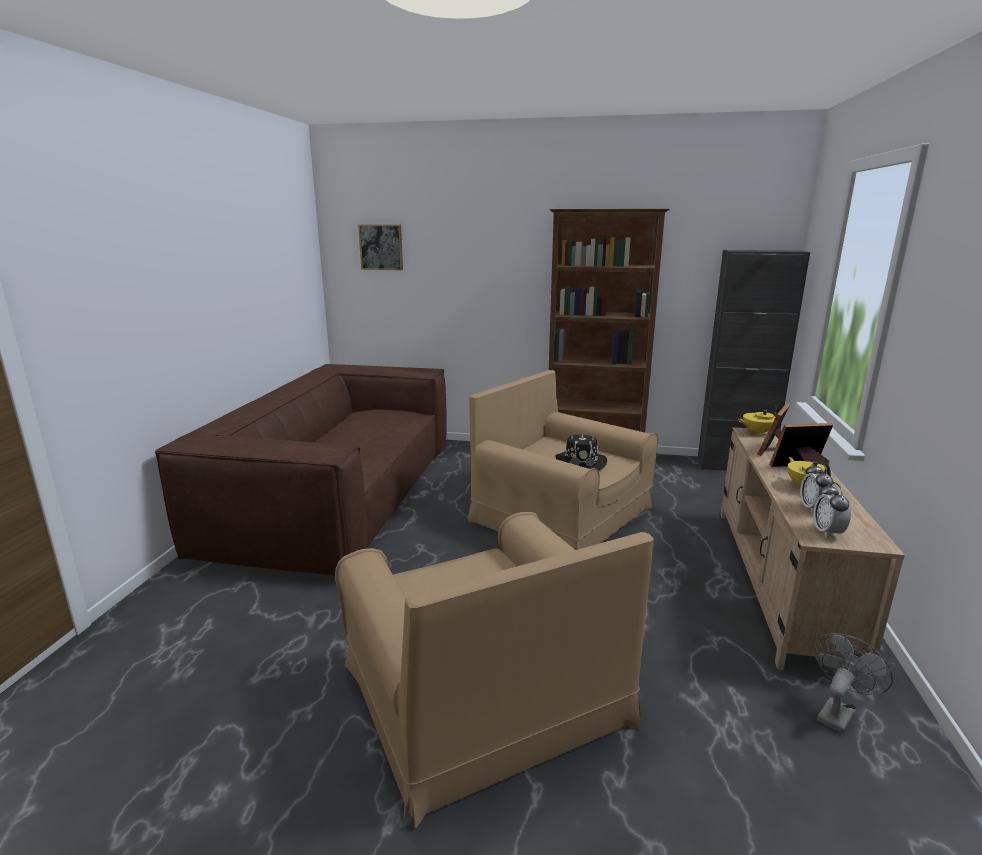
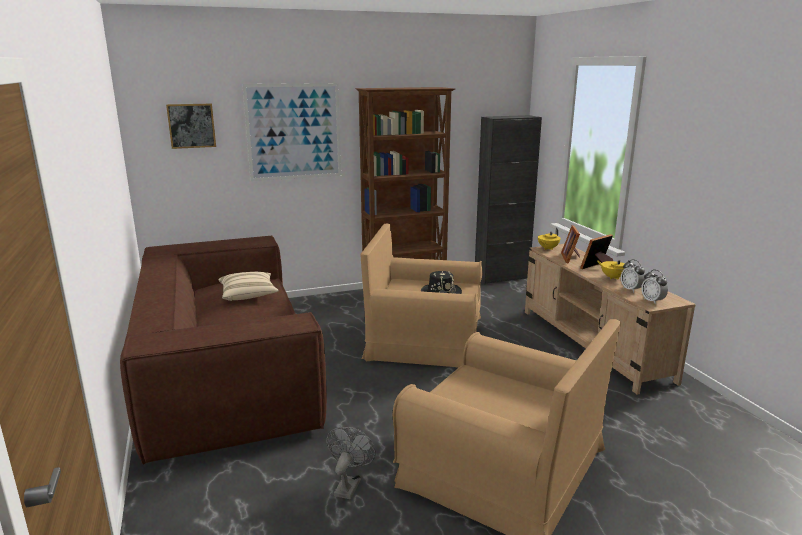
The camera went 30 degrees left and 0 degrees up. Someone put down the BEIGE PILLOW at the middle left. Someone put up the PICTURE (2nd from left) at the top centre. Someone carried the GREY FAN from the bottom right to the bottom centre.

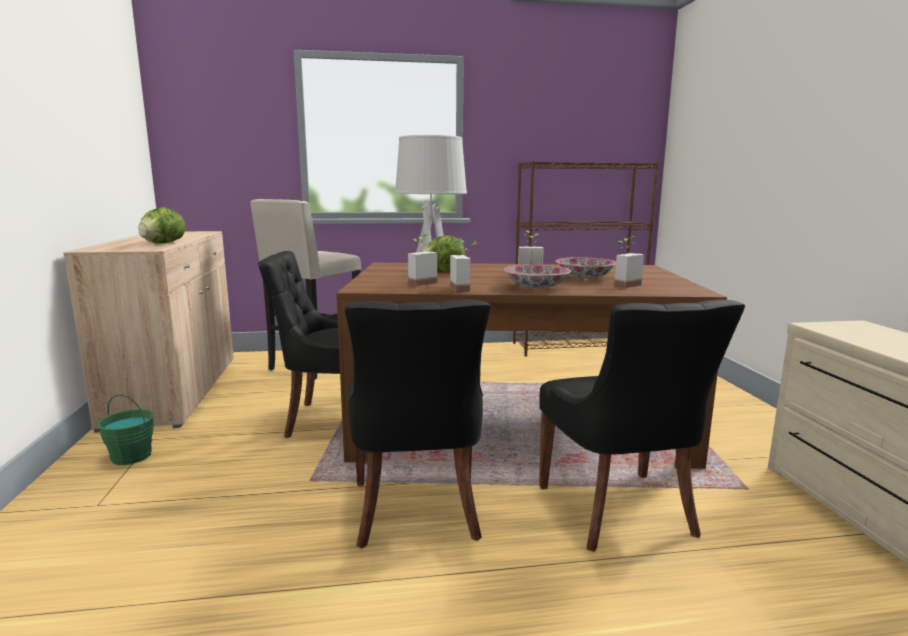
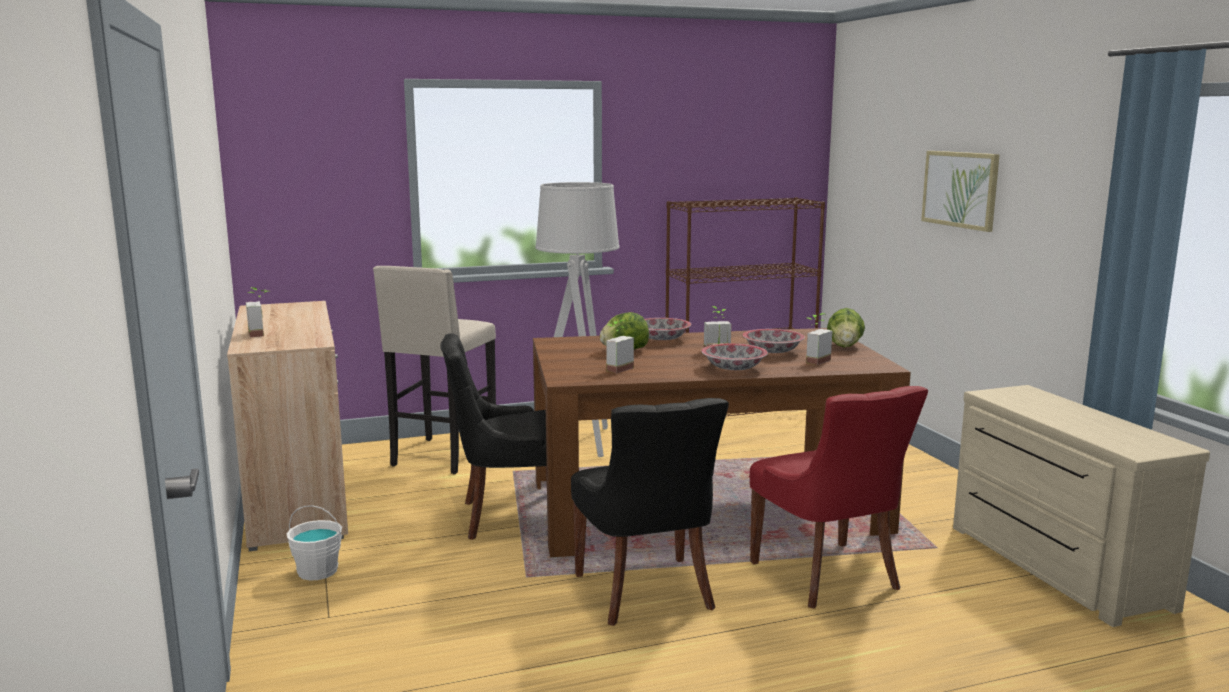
The camera went 10 degrees left and 0 degrees up. Someone carried the POTTED PLANT (2nd from left in the first image) from the centre to the middle left. Someone repainted the GREEN BUCKET at the bottom left, which became the WHITE BUCKET at the bottom left. Someone put down the BOWL (1st from left) at the centre. Someone repainted the BLACK CHAIR (3rd from left) at the bottom right, which became the RED CHAIR at the bottom right. Someone carried the LETTUCE (1st from left in the first image) from the middle left to the middle right. Someone put up the PICTURE at the top right.

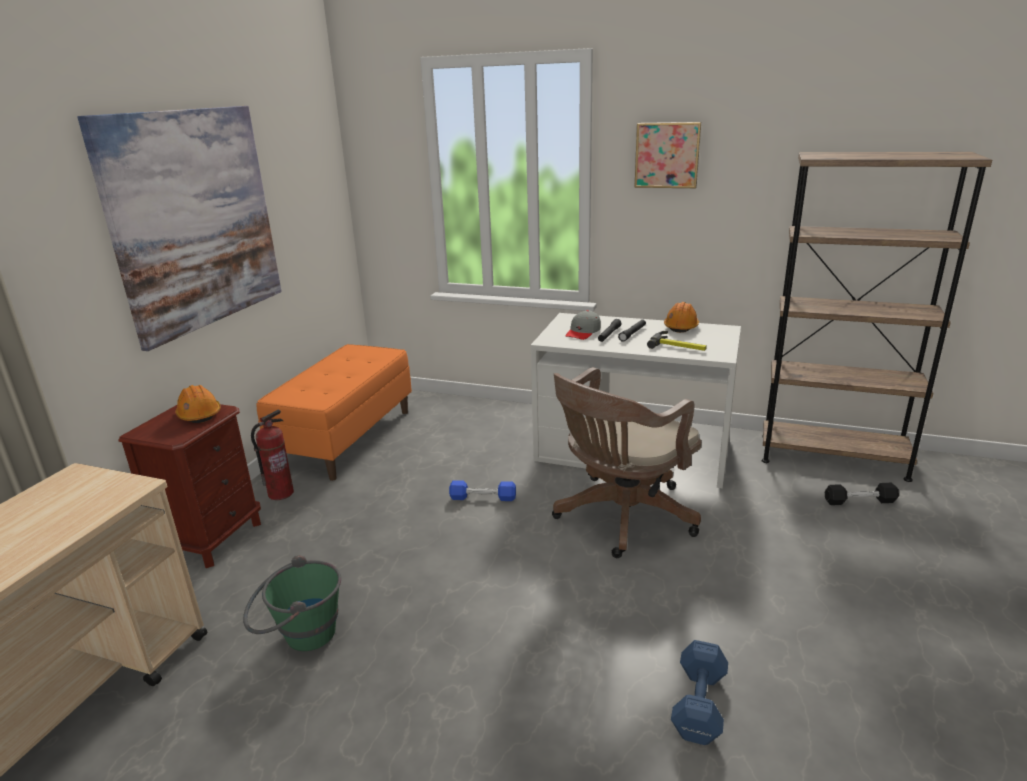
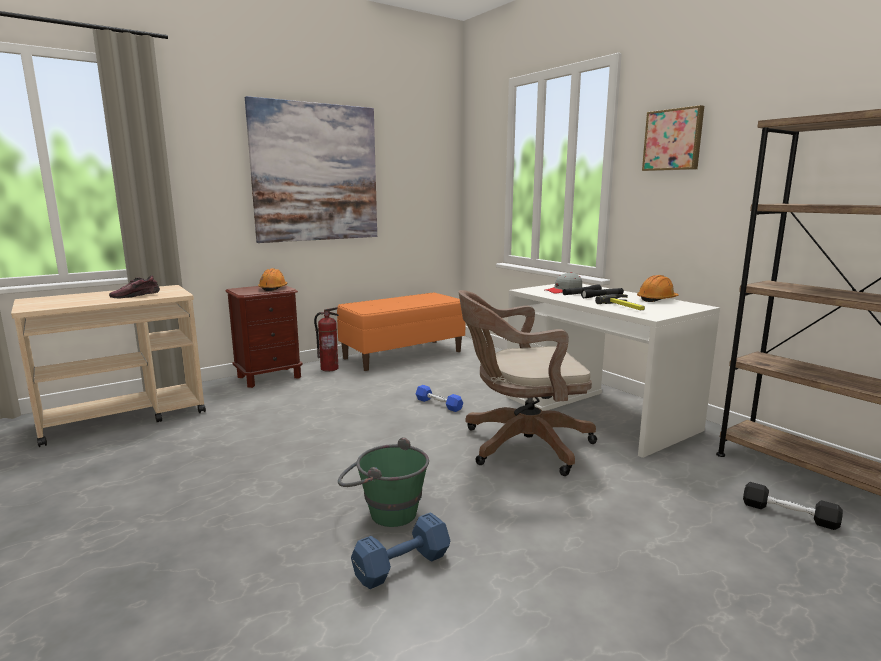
The camera went 35 degrees right and 10 degrees down. Someone put down the SHOE at the middle left. Someone carried the GREEN BUCKET from the bottom left to the bottom centre.

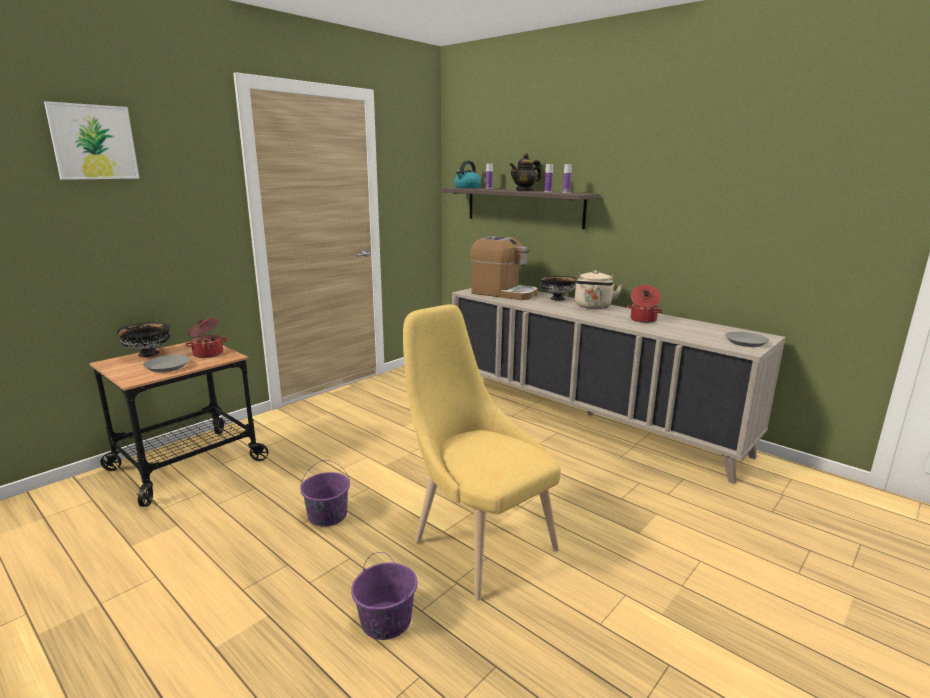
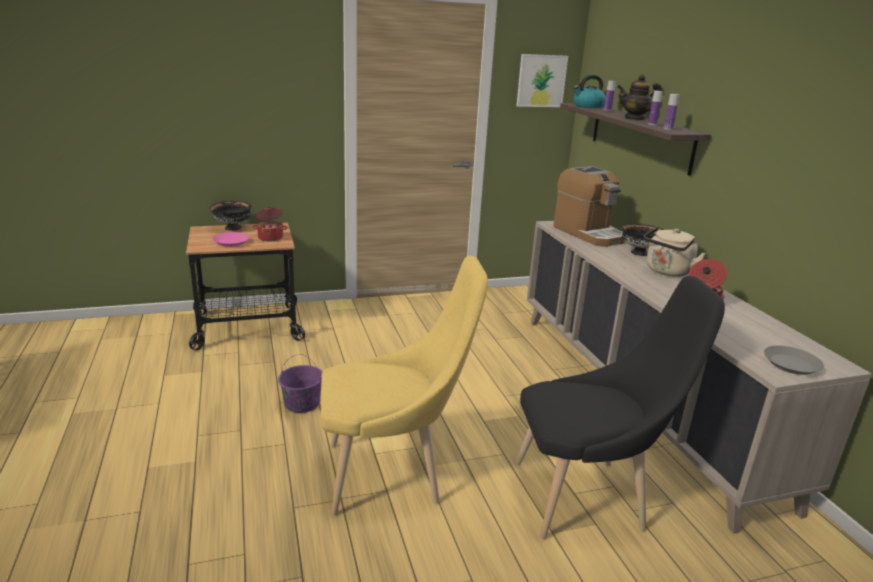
The camera went 30 degrees right and 5 degrees up. Someone repainted the GREY PLATE (1st from left) at the middle left, which became the PINK PLATE at the middle left. Someone rotated the YELLOW CHAIR at the centre by 90 degrees clockwise. Someone put down the BLACK CHAIR at the bottom right. Someone carried the PICTURE from the top left to the top centre. Someone took away the PURPLE BUCKET (2nd from left) at the bottom centre.

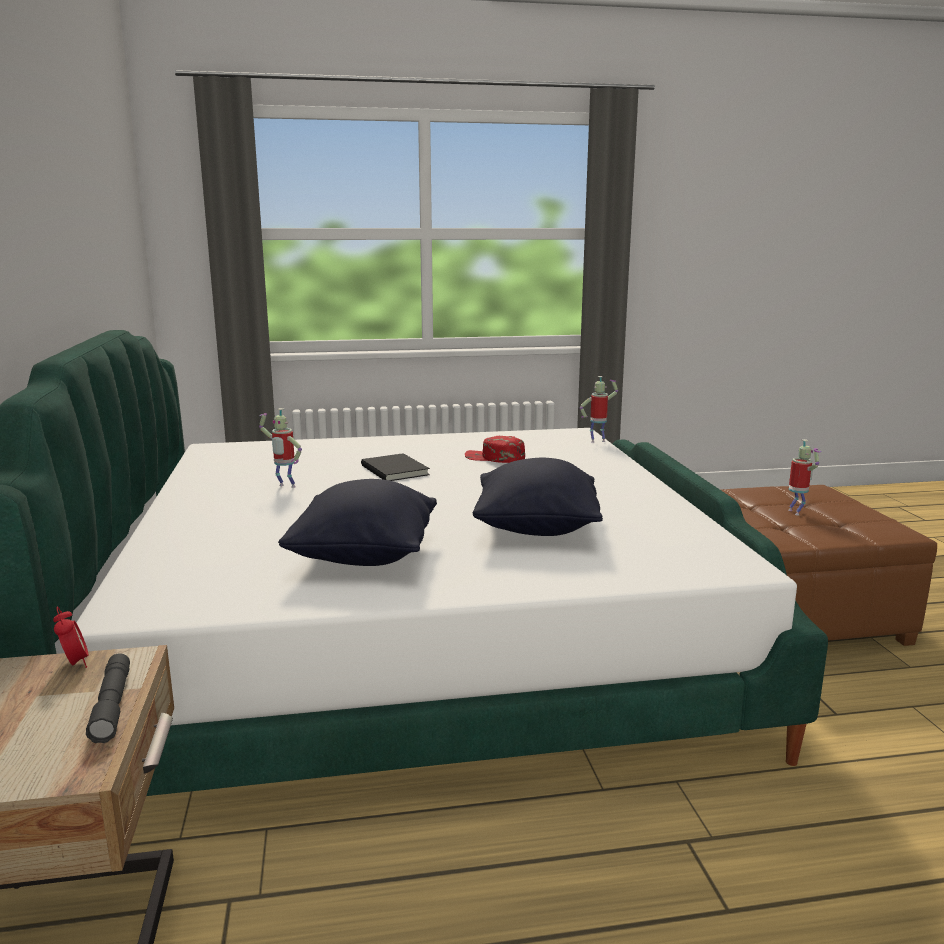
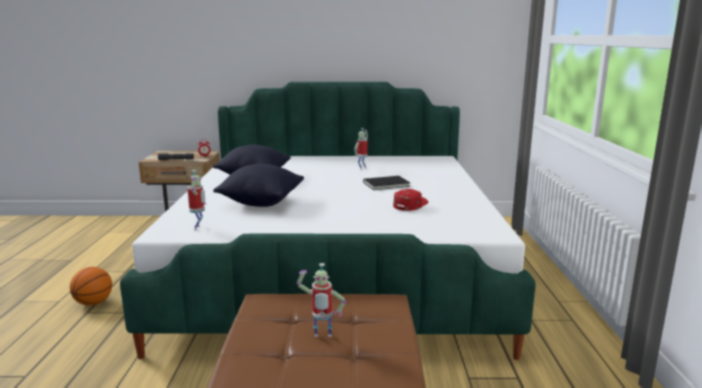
The camera went 100 degrees right and 0 degrees up. Someone put down the BASKETBALL at the bottom left. Someone carried the TOY ROBOT (2nd from left in the first image) from the centre to the middle left.

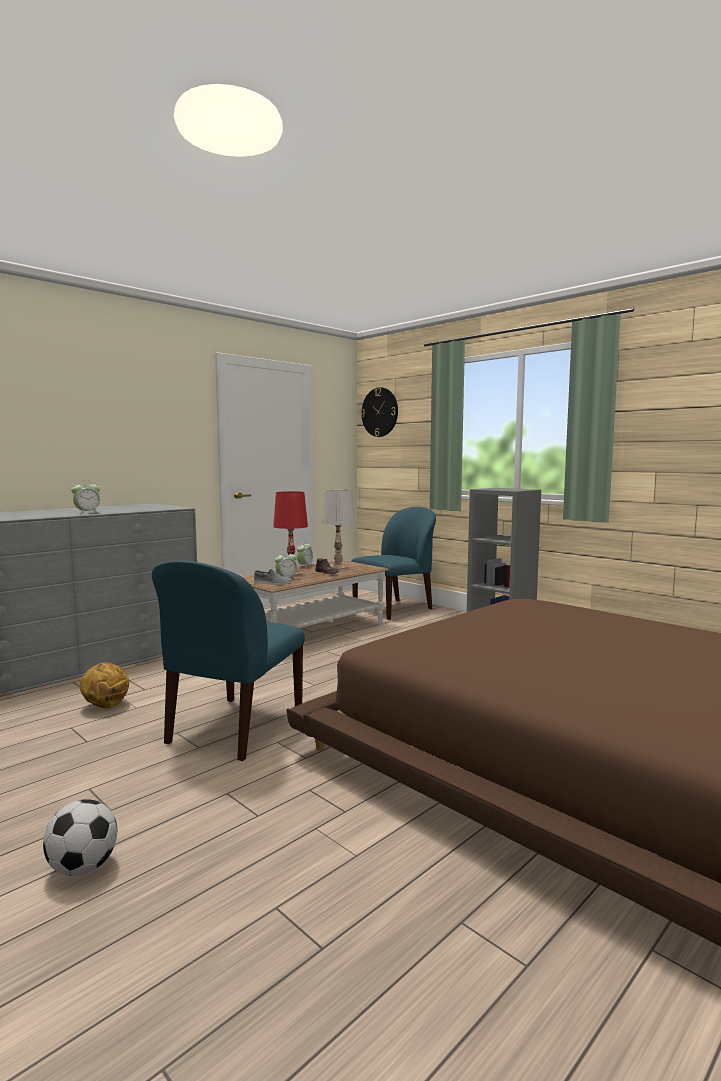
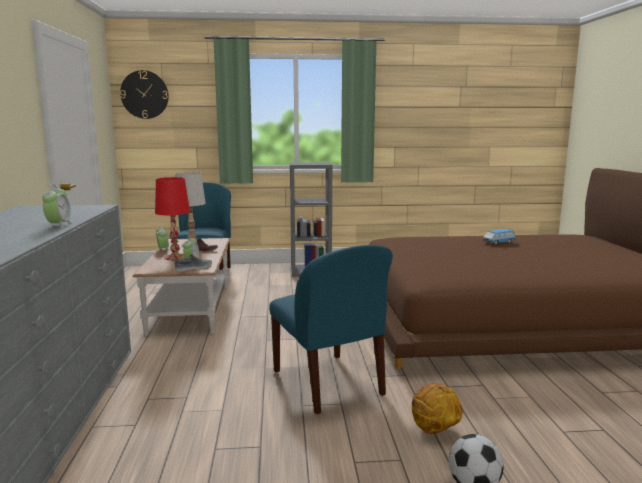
The camera went 50 degrees left and 5 degrees up. Someone carried the BASKETBALL from the middle left to the bottom right. Someone put down the TOY CAR at the middle right.

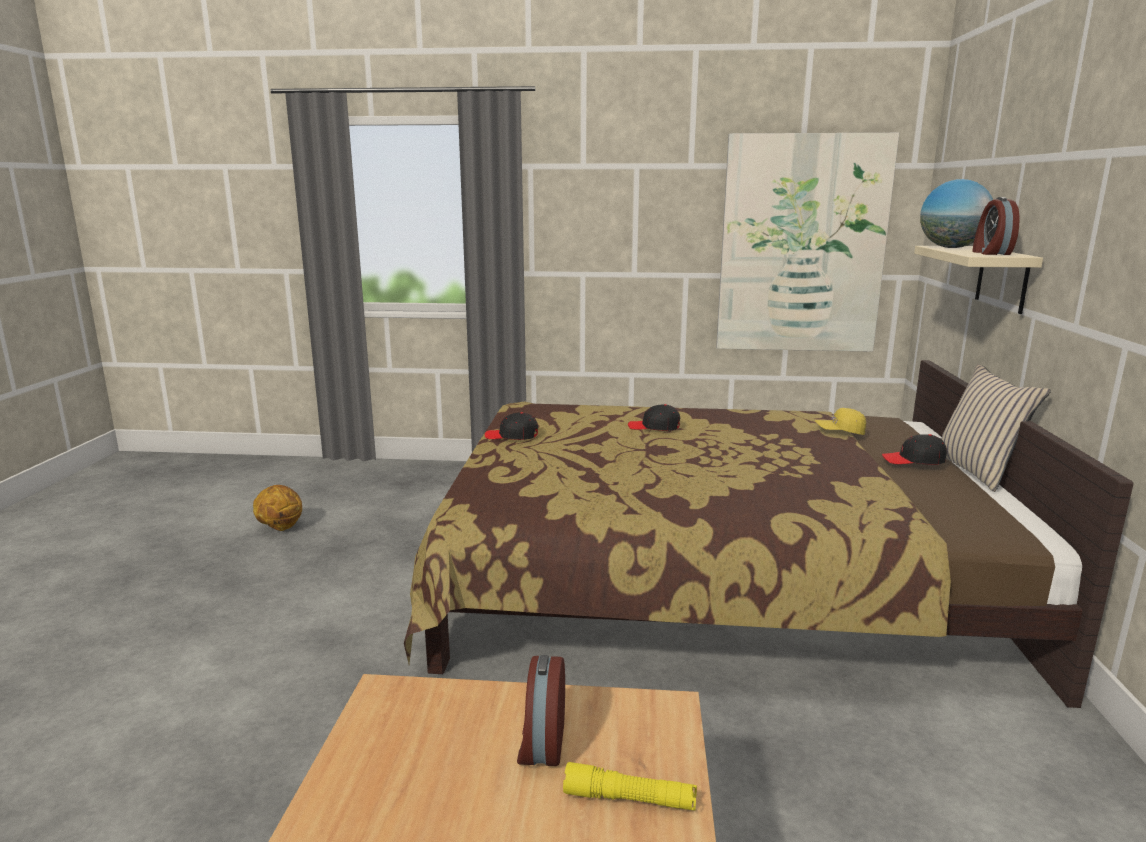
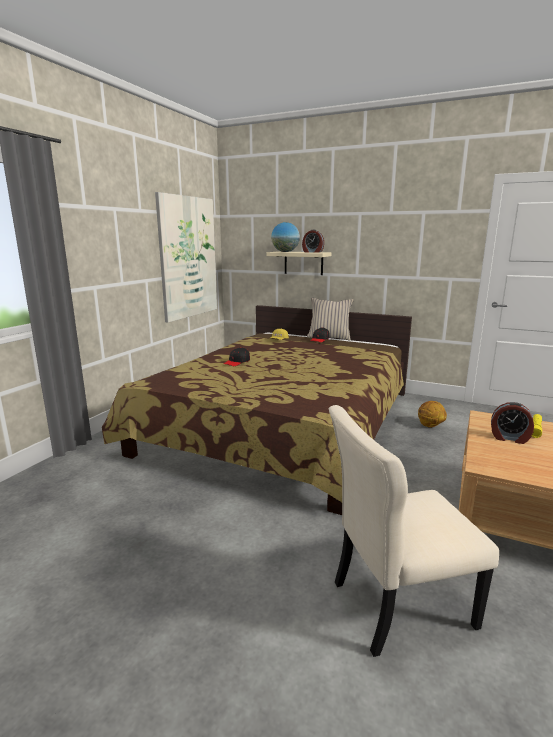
The camera went 70 degrees left and 0 degrees up. Someone put down the BEIGE CHAIR at the bottom right. Someone carried the BASKETBALL from the middle left to the middle right. Someone took away the BLACK CAP (1st from left) at the centre.

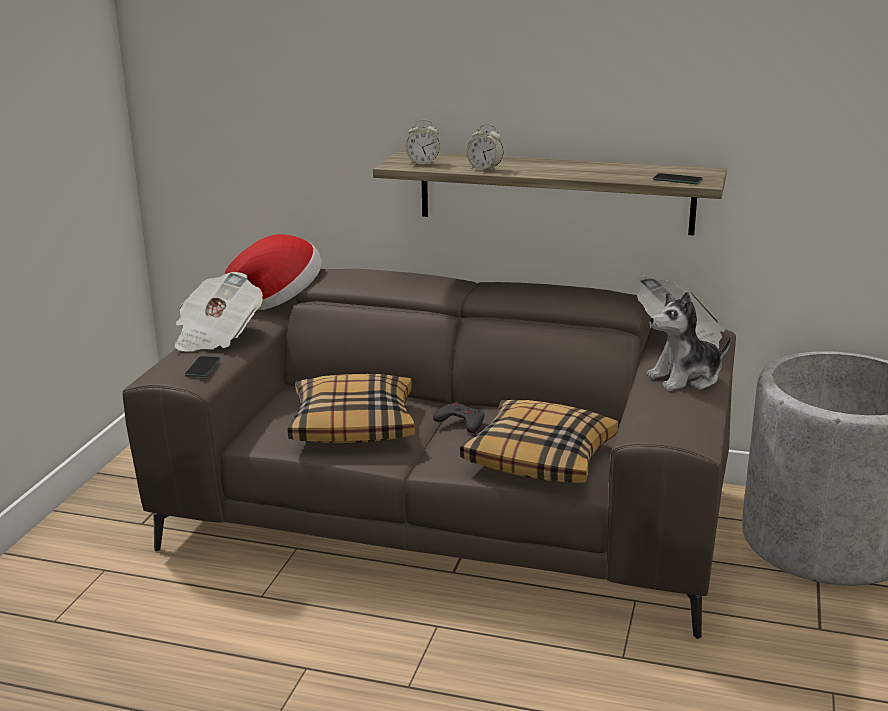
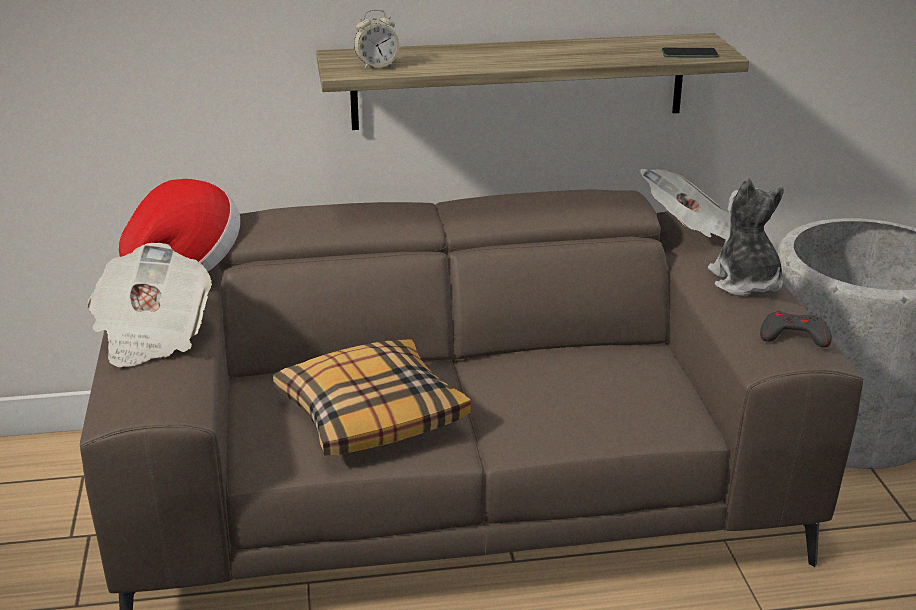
The camera went 25 degrees left and 5 degrees up. Someone rotated the PLUSH TOY at the middle right by 120 degrees clockwise. Someone carried the GREY GAME CONTROLLER from the centre to the middle right. Someone took away the PHONE (1st from left) at the middle left. Someone took away the PILLOW (2nd from left) at the centre. Someone took away the ALARM CLOCK (2nd from left) at the top centre.

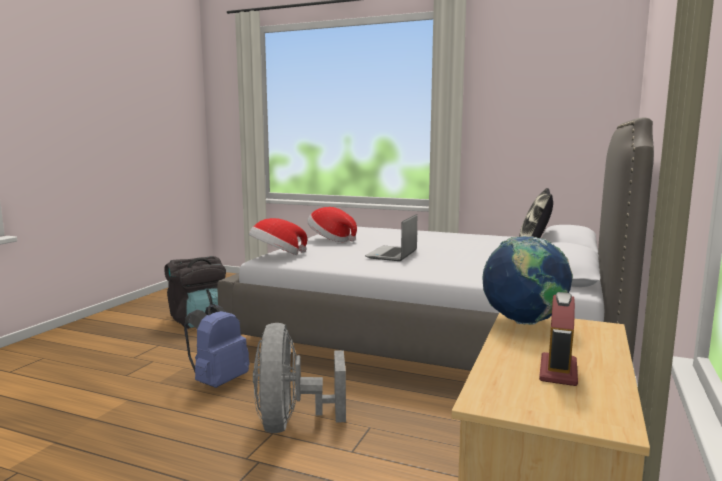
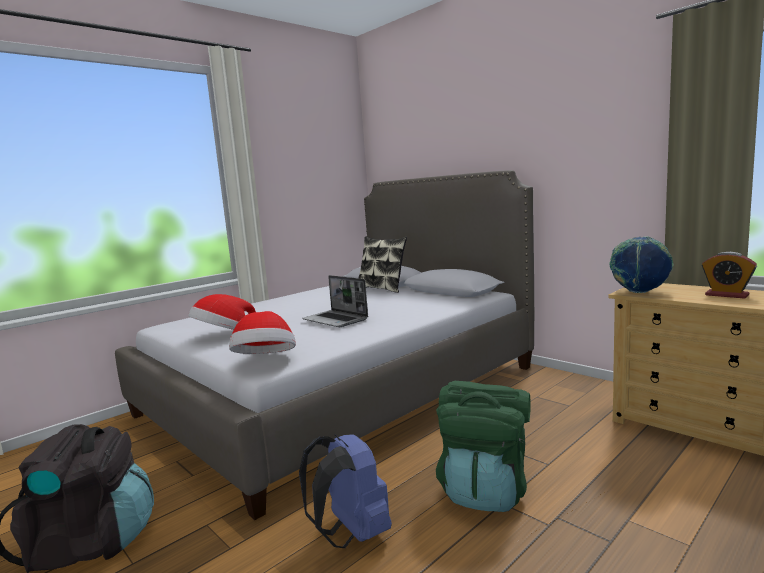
The camera went 65 degrees left and 0 degrees up. Someone swapped the GREY FAN at the bottom centre for the GREEN BACKPACK at the bottom centre.

